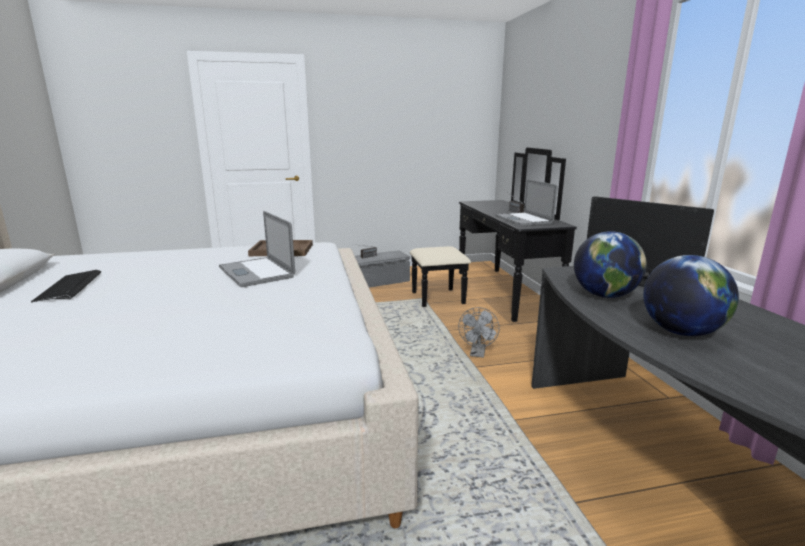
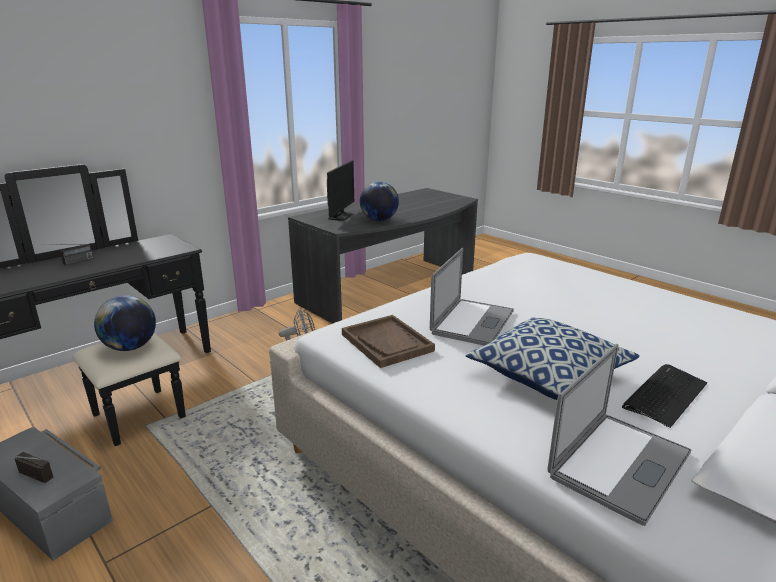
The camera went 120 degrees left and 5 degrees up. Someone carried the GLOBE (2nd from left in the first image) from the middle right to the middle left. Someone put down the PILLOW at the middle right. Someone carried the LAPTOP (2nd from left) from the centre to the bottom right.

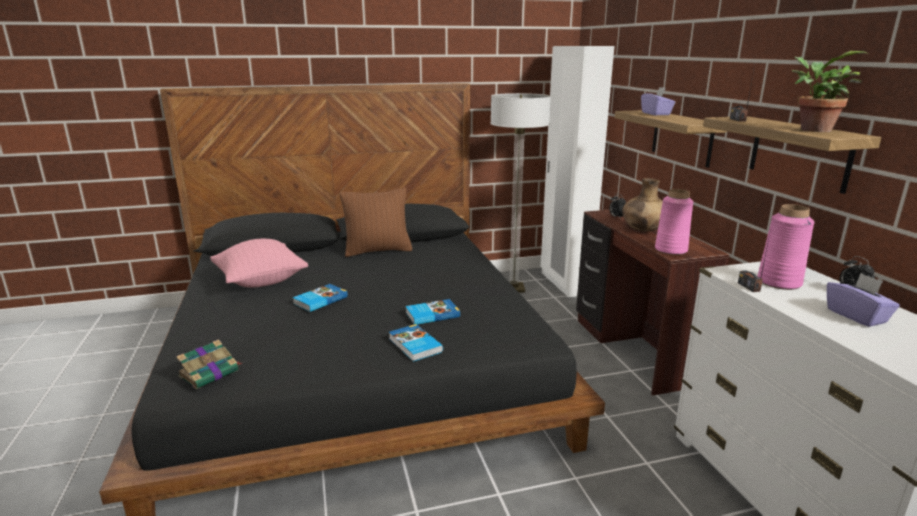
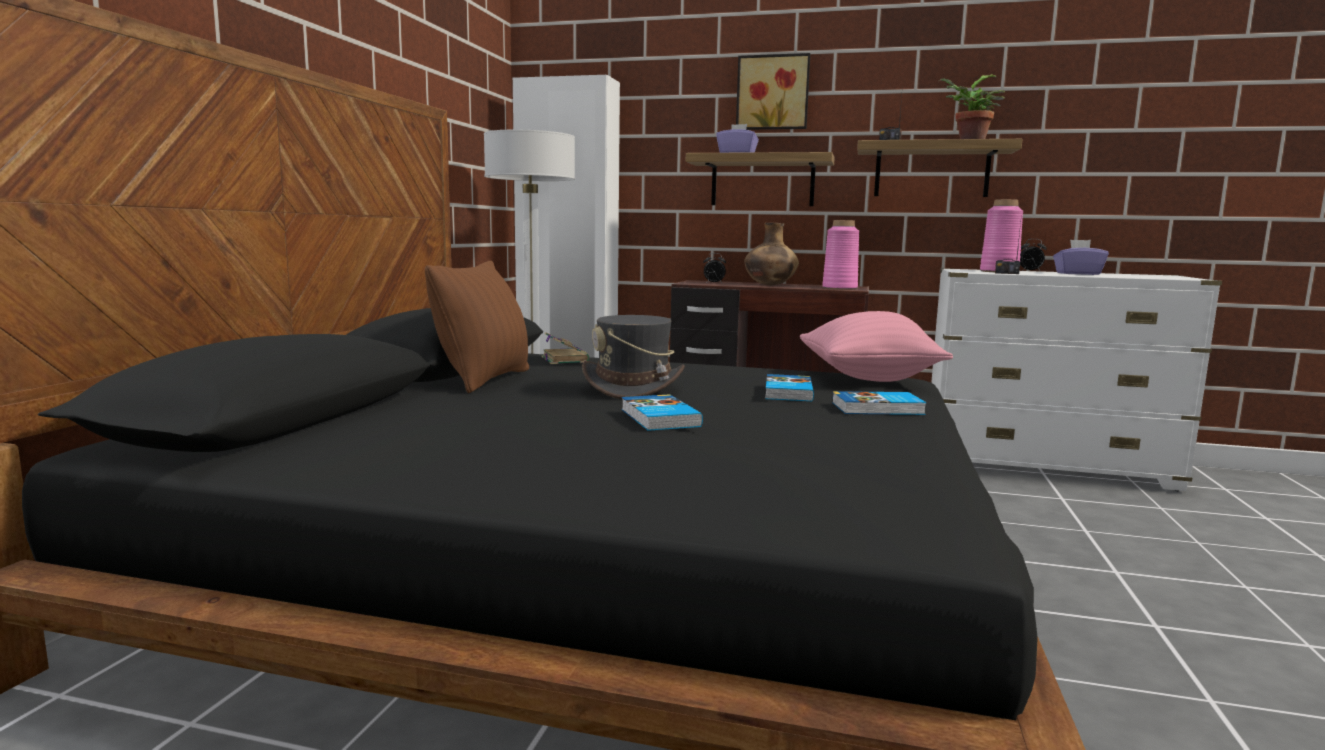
The camera went 60 degrees left and 10 degrees down. Someone carried the BOOK (1st from left) from the bottom left to the centre. Someone put down the GREY HAT at the centre. Someone put up the PICTURE at the top centre. Someone carried the PINK PILLOW from the middle left to the centre.

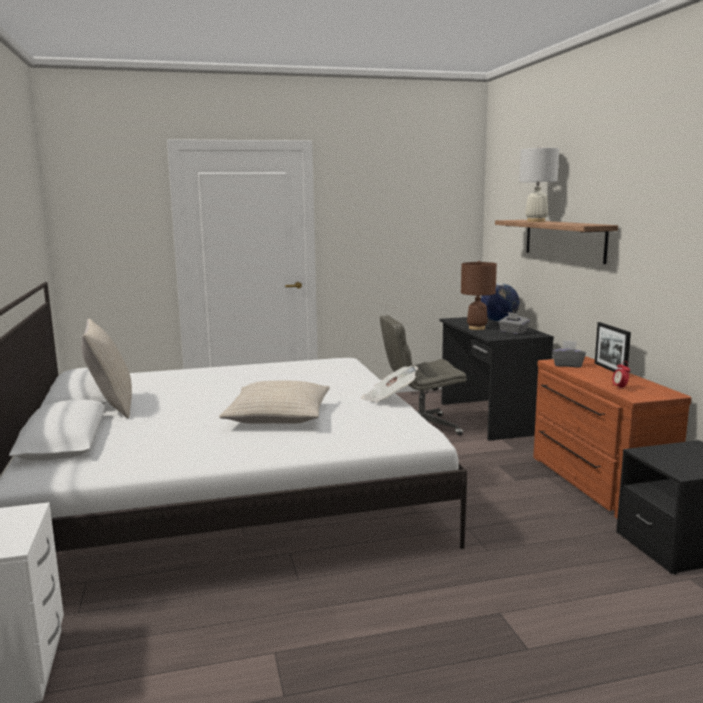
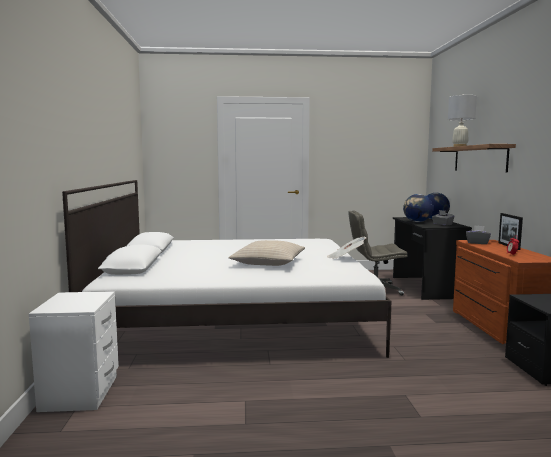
The camera went 10 degrees right and 5 degrees down. Someone swapped the BROWN TABLE LAMP at the middle right for the GLOBE (1st from left) at the middle right. Someone took away the BEIGE PILLOW (1st from left) at the middle left.

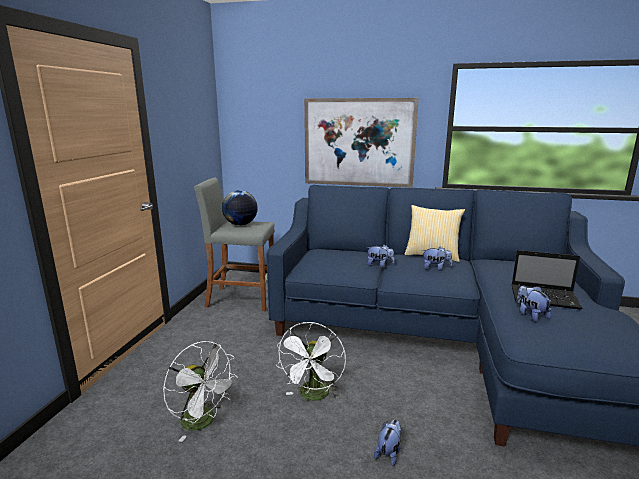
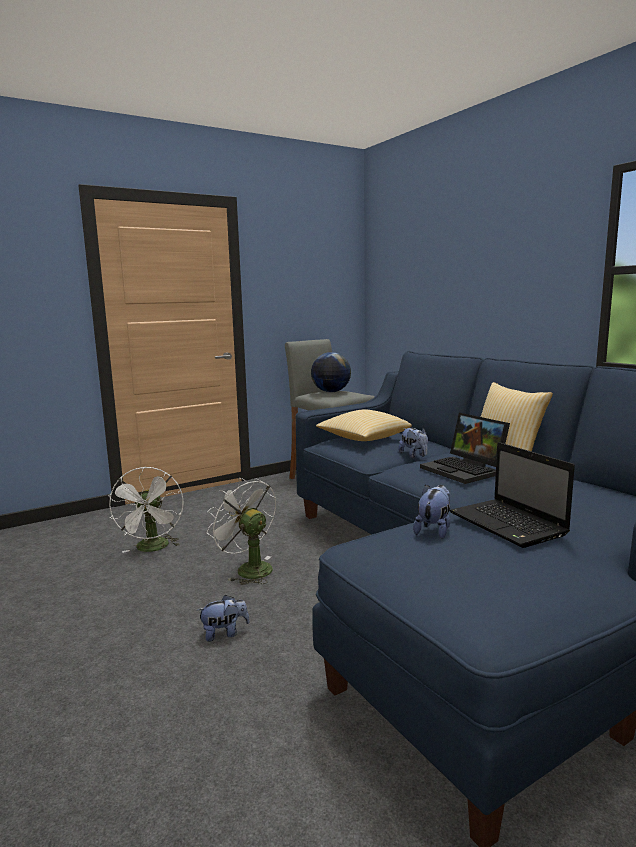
The camera went 45 degrees right and 5 degrees down. Someone rotated the WHITE FAN (2nd from left) at the bottom centre by 75 degrees clockwise. Someone put down the PILLOW (1st from left) at the centre. Someone swapped the PLUSH TOY (3rd from left) at the middle right for the LAPTOP (1st from left) at the middle right. Someone took away the PICTURE at the top centre.

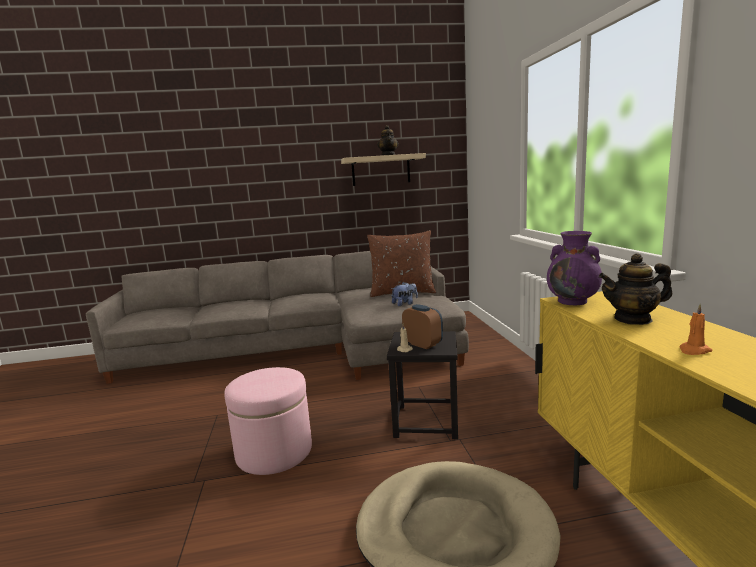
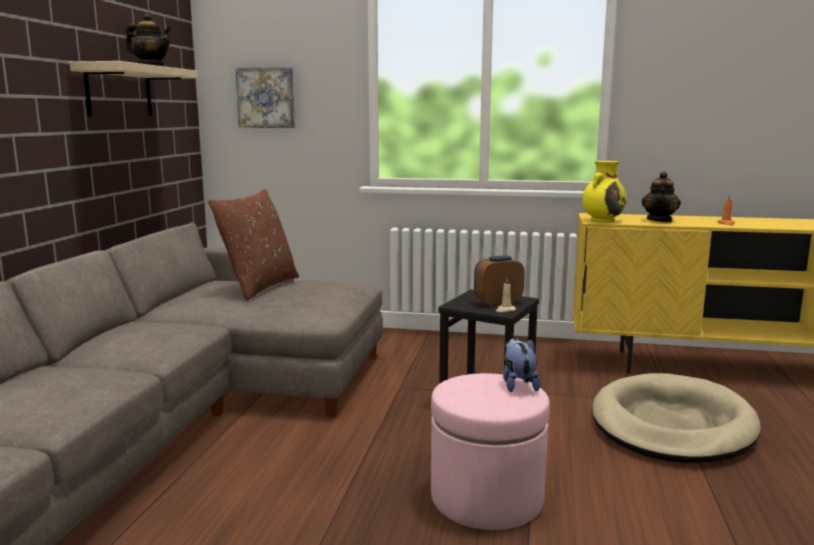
The camera went 70 degrees left and 0 degrees up. Someone put up the PICTURE at the top left. Someone carried the PLUSH TOY from the centre to the bottom centre. Someone repainted the PURPLE VASE at the middle right, which became the YELLOW VASE at the middle right.

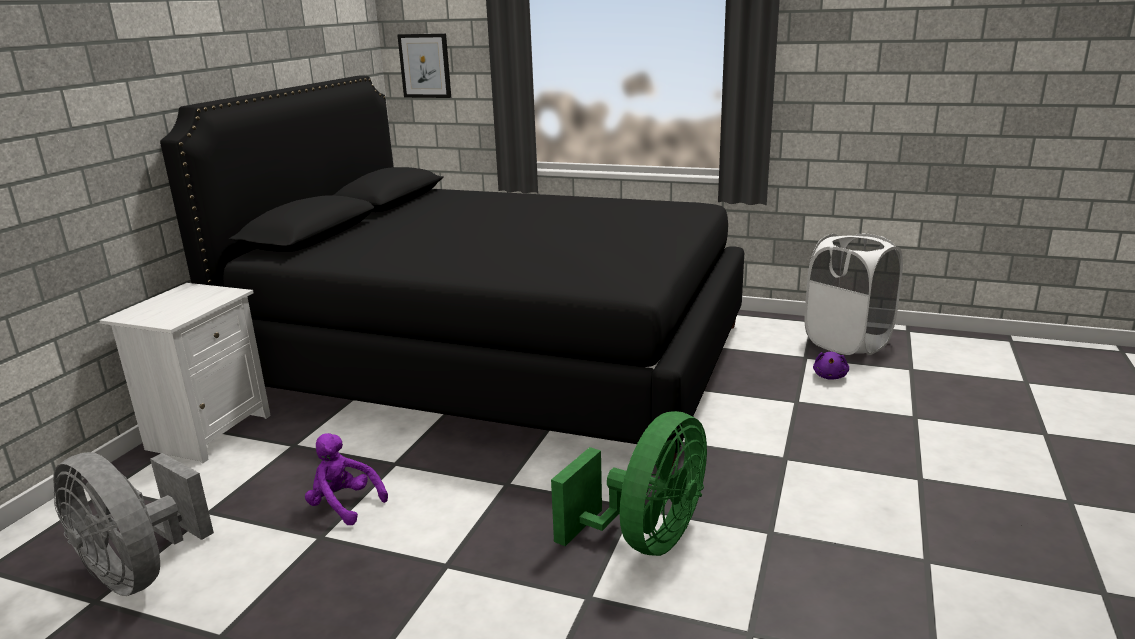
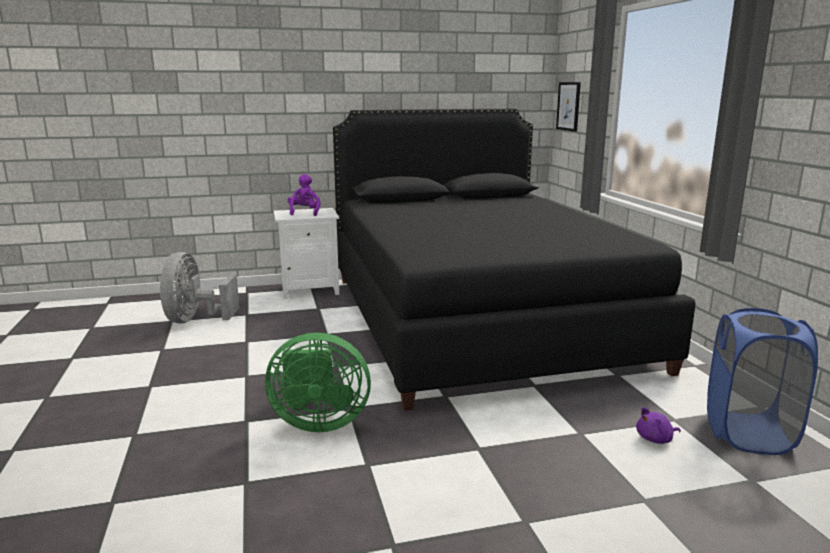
The camera went 55 degrees right and 5 degrees down. Someone carried the PURPLE PLUSH TOY (1st from left) from the bottom left to the centre. Someone repainted the WHITE LAUNDRY BASKET at the middle right, which became the BLUE LAUNDRY BASKET at the bottom right.

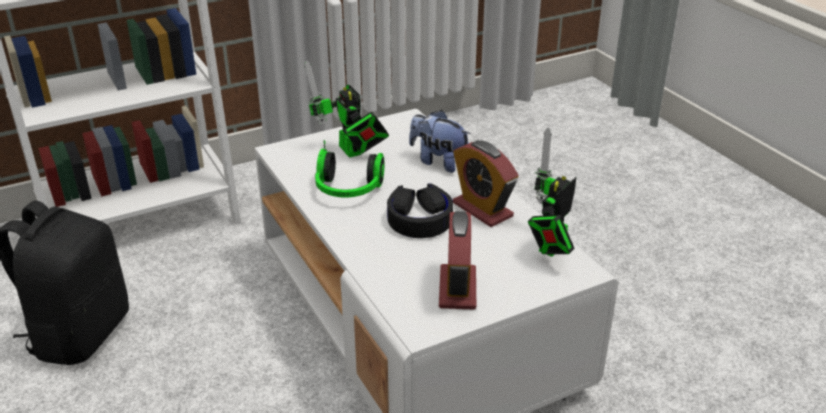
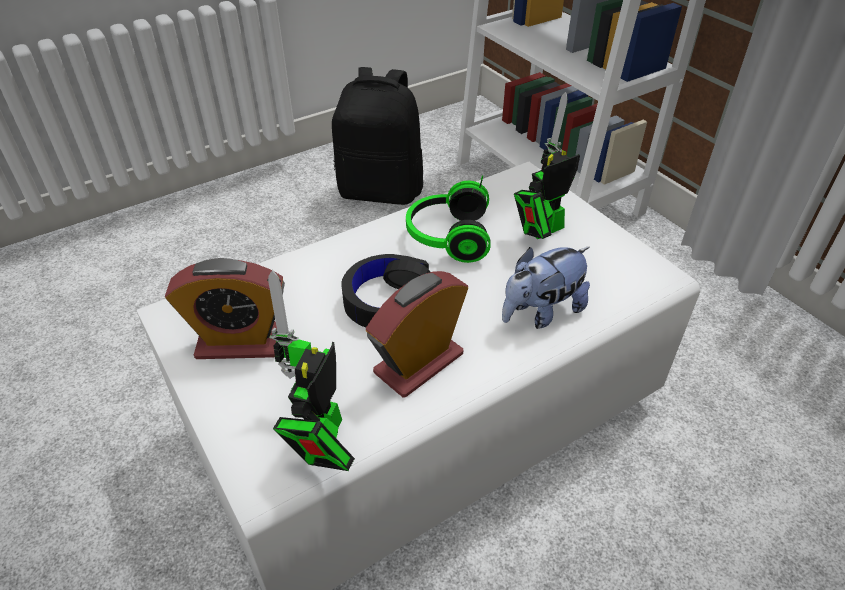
The camera went 85 degrees right and 10 degrees up. Someone rotated the TOY ROBOT (2nd from left in the first image) at the middle right by 105 degrees counterclockwise. Someone rotated the PLUSH TOY at the centre by 150 degrees counterclockwise.

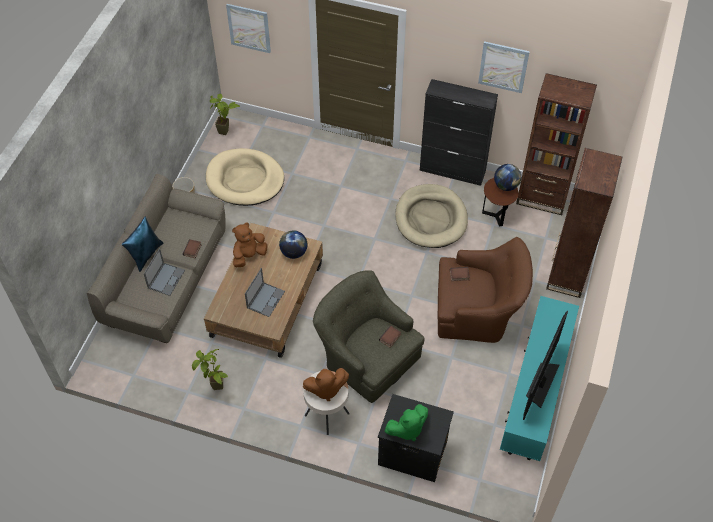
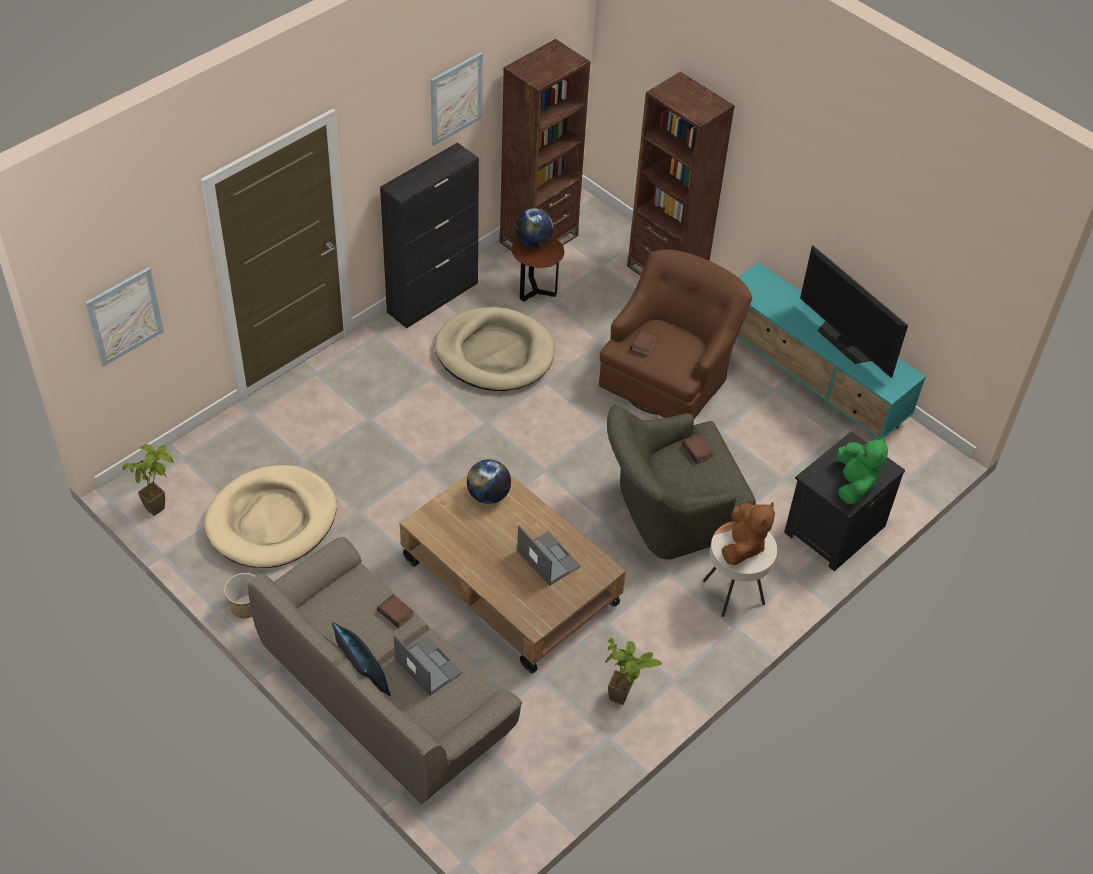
The camera went 65 degrees left and 5 degrees down. Someone took away the BROWN PLUSH TOY (1st from left) at the centre.

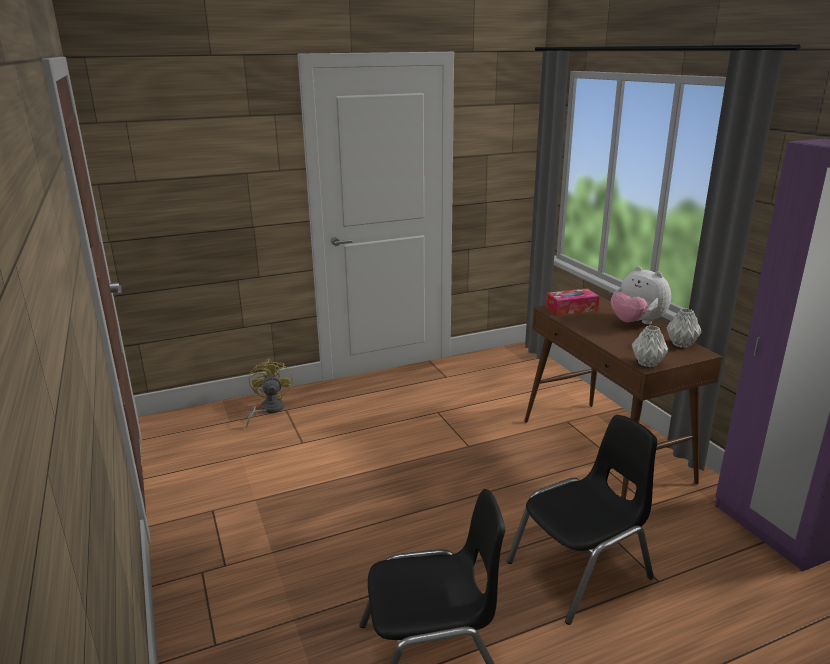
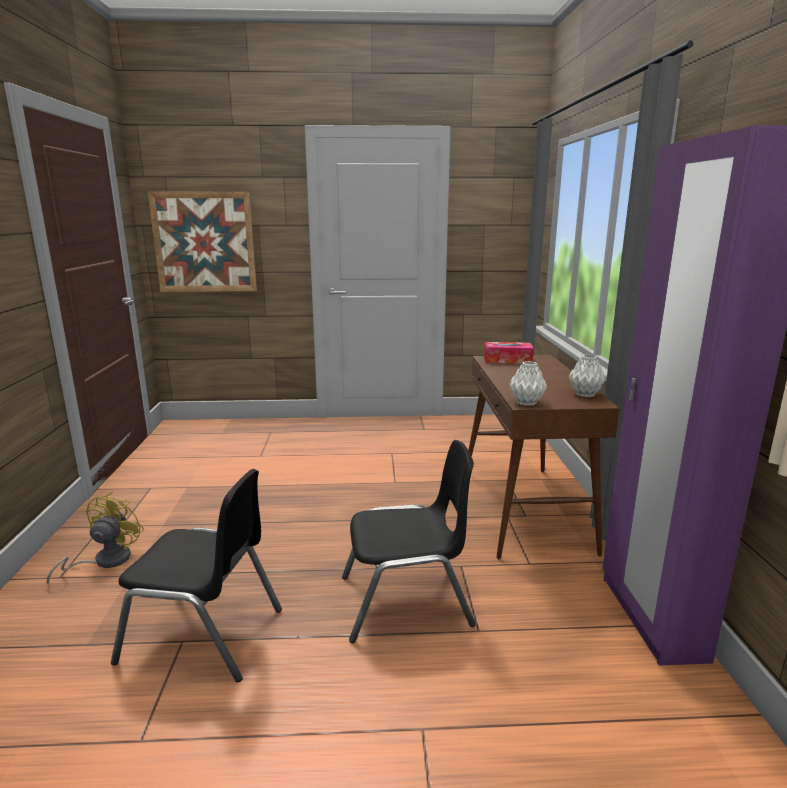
The camera went 20 degrees right and 5 degrees down. Someone carried the YELLOW FAN from the middle left to the bottom left. Someone put up the PICTURE at the top left. Someone took away the PLUSH TOY at the middle right.

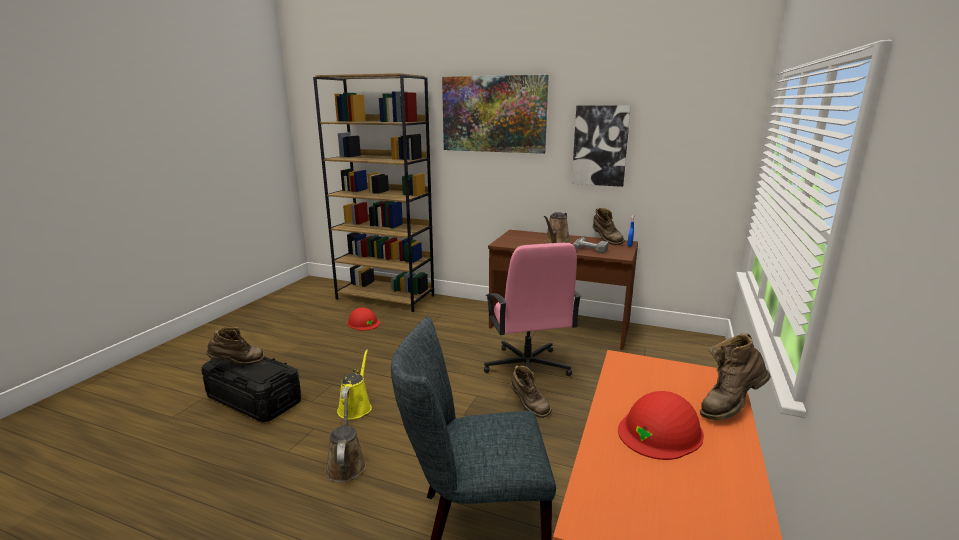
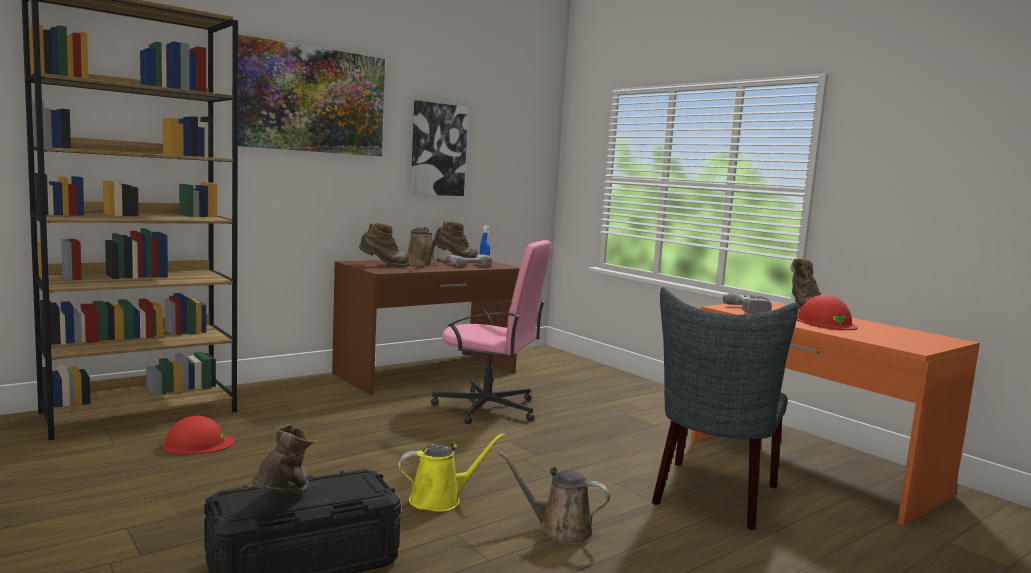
The camera went 60 degrees left and 10 degrees down. Someone carried the BROWN BOOT (2nd from left) from the bottom centre to the centre. Someone rotated the YELLOW WATERING CAN at the bottom centre by 120 degrees clockwise. Someone put down the POWER DRILL (2nd from left) at the middle right.

